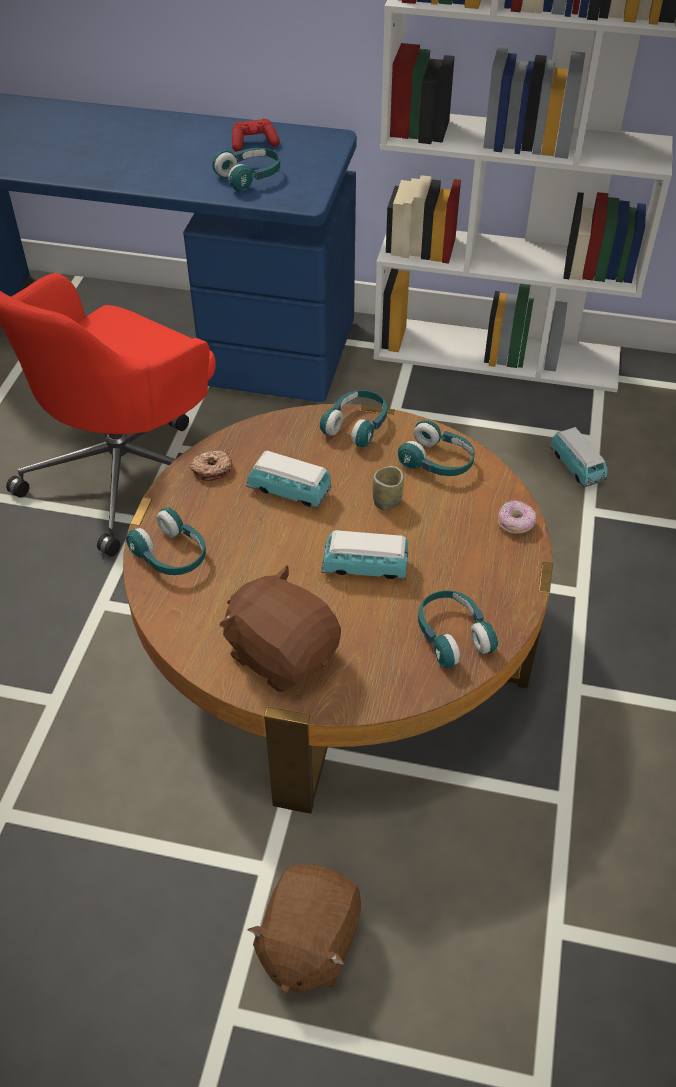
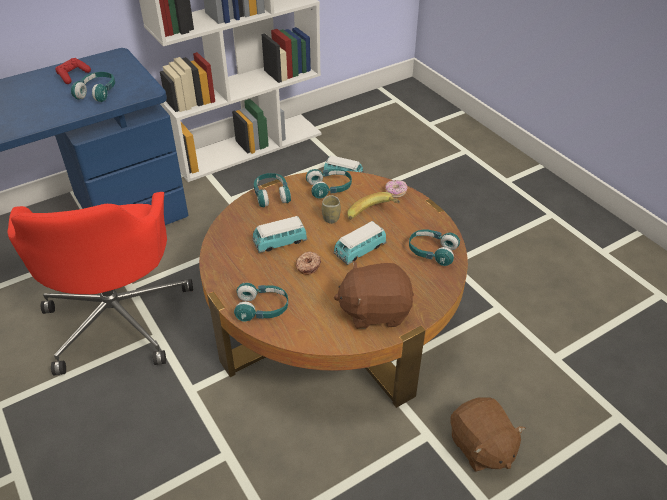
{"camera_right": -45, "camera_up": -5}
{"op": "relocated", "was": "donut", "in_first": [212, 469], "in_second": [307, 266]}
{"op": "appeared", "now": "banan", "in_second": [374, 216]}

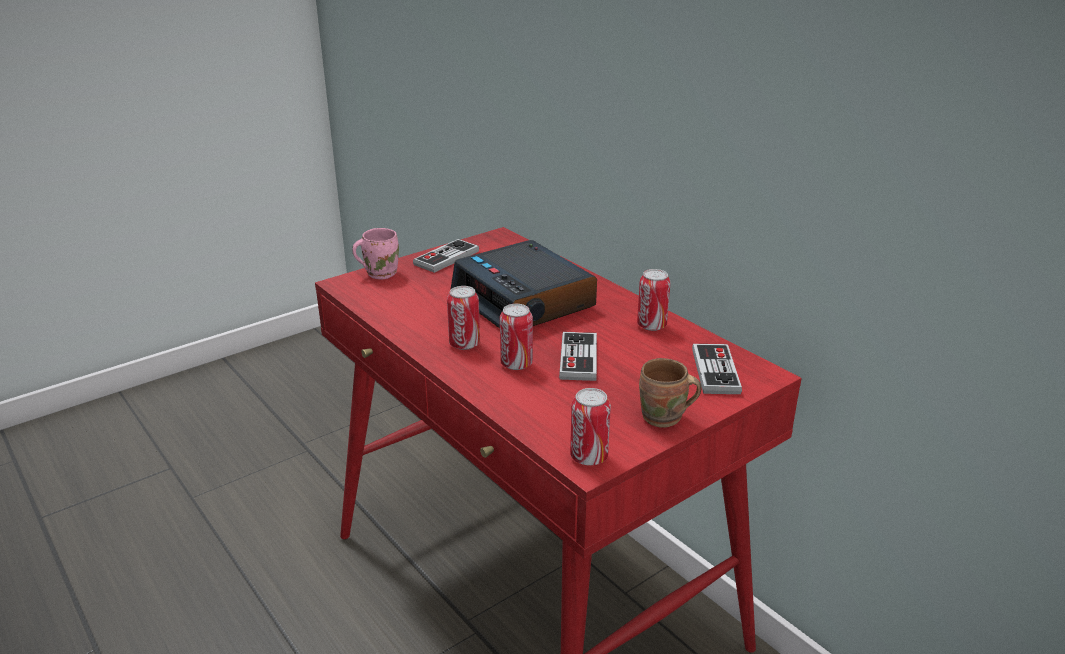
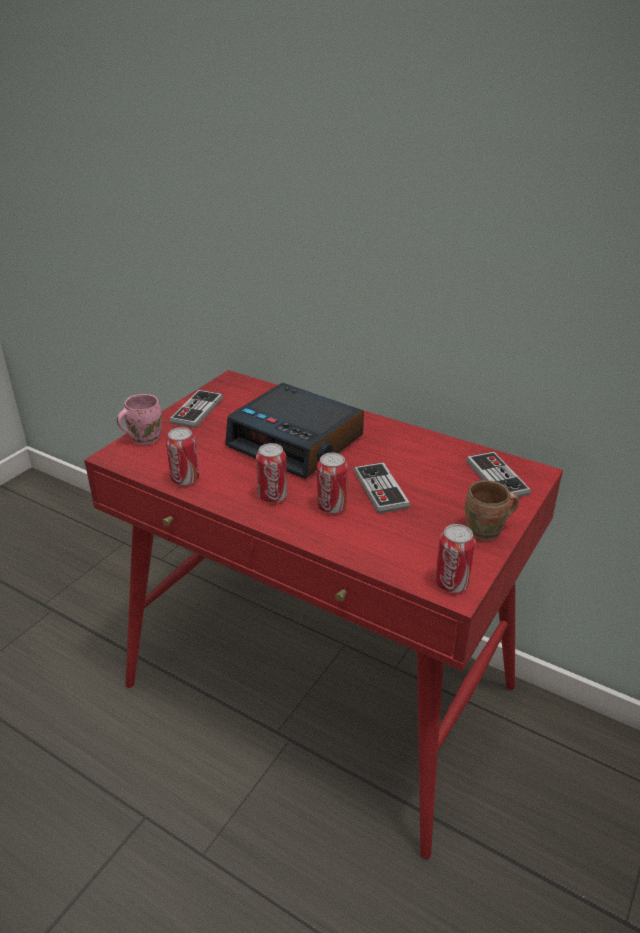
{"camera_right": -20, "camera_up": 5}
{"op": "relocated", "was": "puszka", "in_first": [651, 325], "in_second": [185, 479]}

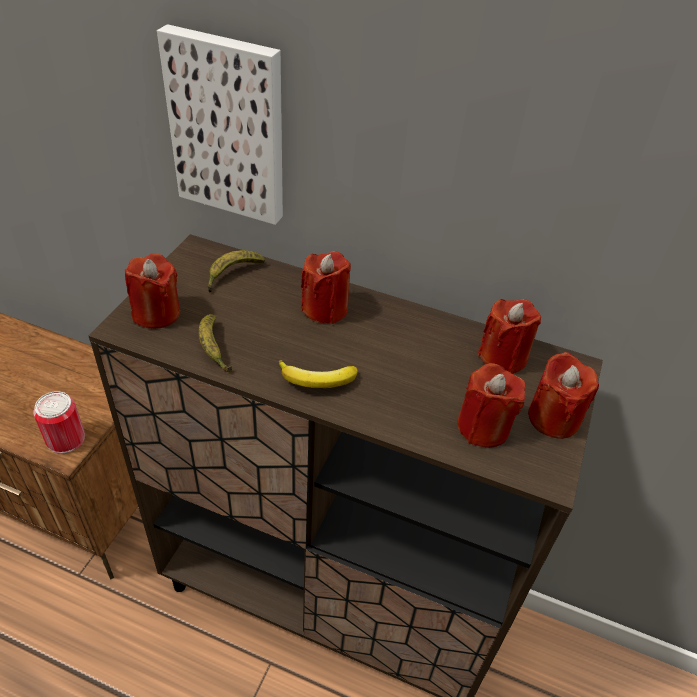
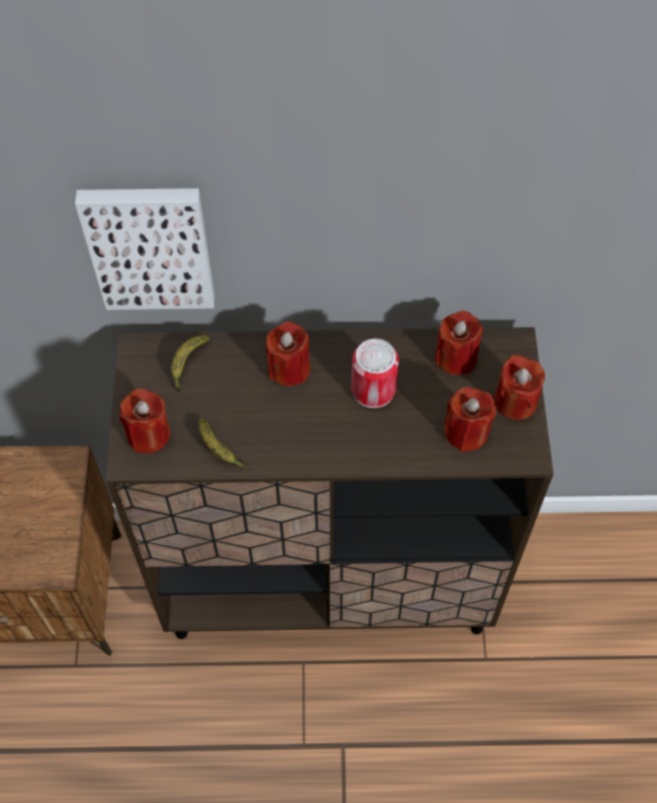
{"camera_right": -20, "camera_up": 15}
{"op": "missing", "was": "banan", "in_first": [317, 381]}
{"op": "relocated", "was": "puszka", "in_first": [65, 439], "in_second": [373, 389]}

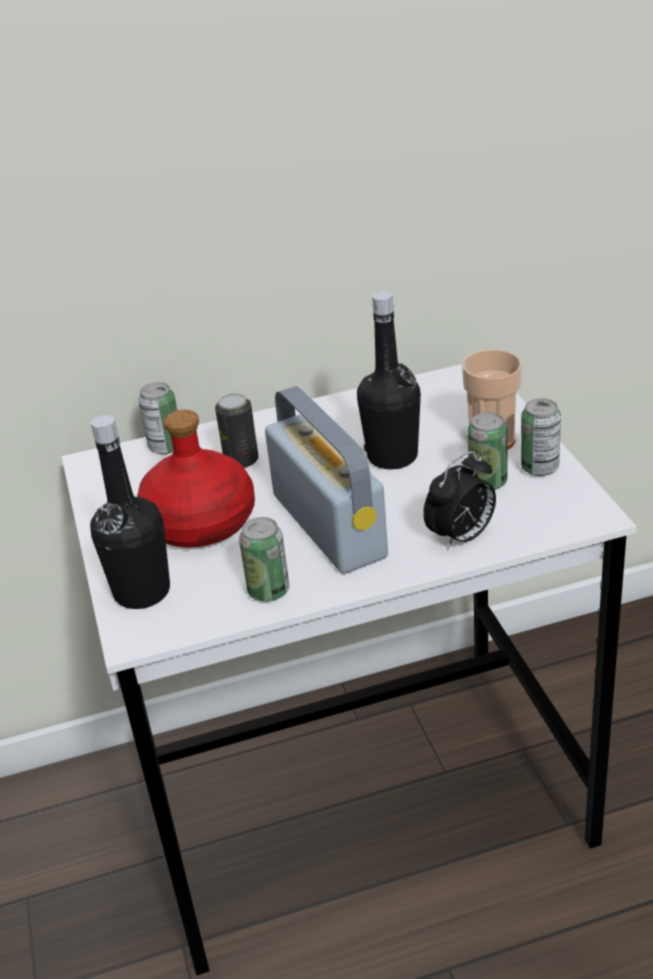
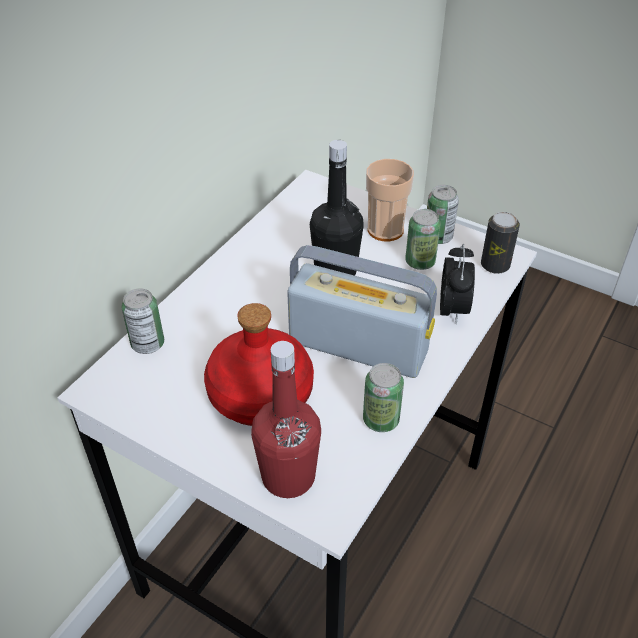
{"camera_right": -45, "camera_up": 10}
{"op": "relocated", "was": "puszka", "in_first": [241, 460], "in_second": [495, 265]}
{"op": "colour", "was": "butelka [czarny]", "now": "butelka [czerwony]", "in_first": [142, 592], "in_second": [288, 476]}

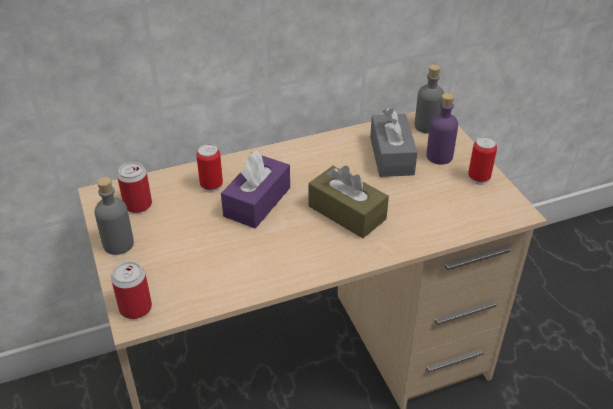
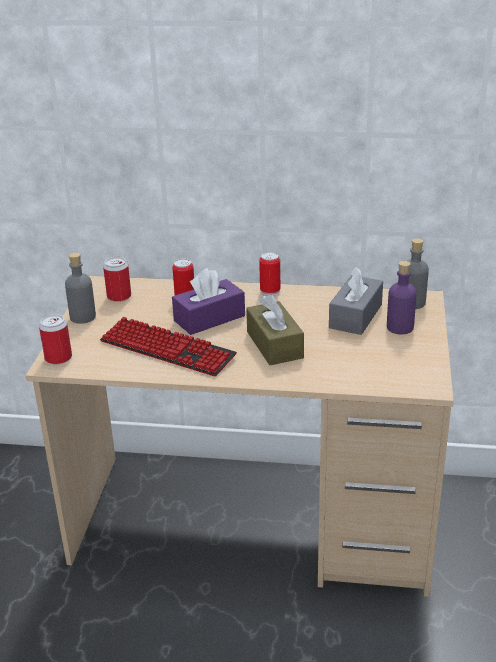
{"camera_right": 30, "camera_up": -10}
{"op": "relocated", "was": "puszka", "in_first": [479, 177], "in_second": [270, 291]}
{"op": "appeared", "now": "klawiatura", "in_second": [167, 349]}

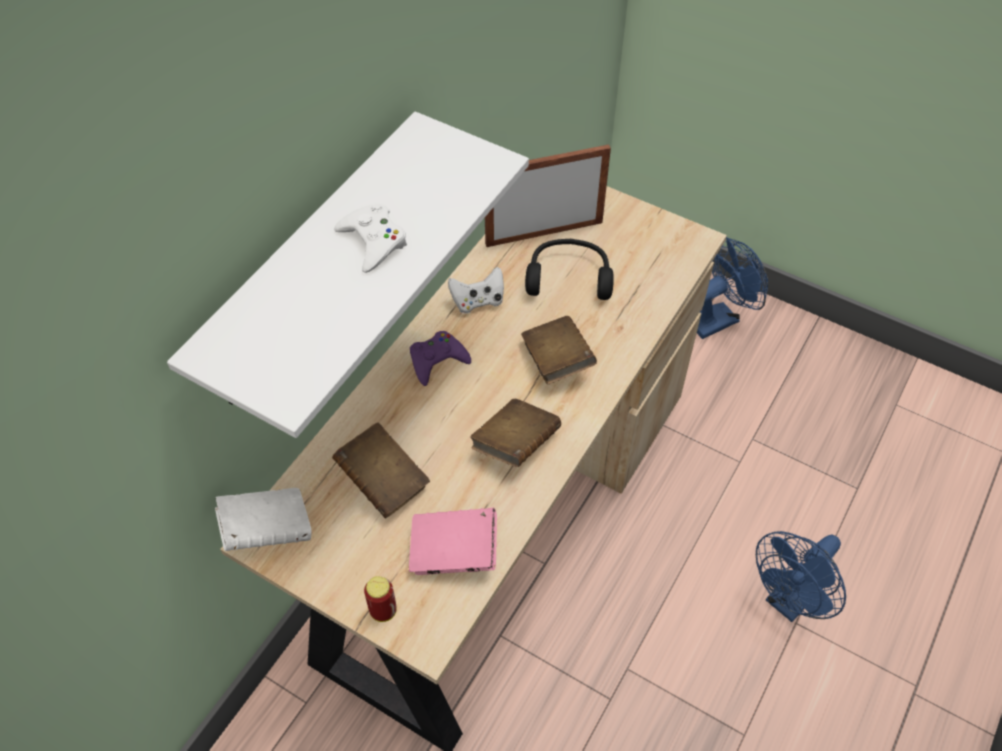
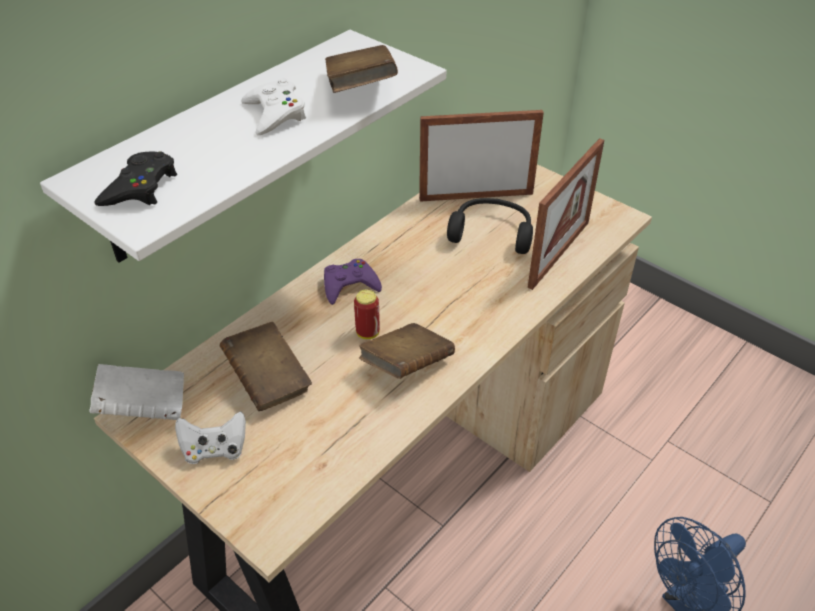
{"camera_right": 10, "camera_up": -10}
{"op": "missing", "was": "wentylator [niebieski]", "in_first": [718, 318]}
{"op": "relocated", "was": "pad do gier [biały]", "in_first": [478, 301], "in_second": [215, 449]}
{"op": "relocated", "was": "książka [brązowy]", "in_first": [557, 361], "in_second": [361, 90]}
{"op": "missing", "was": "książka [różowy]", "in_first": [454, 552]}
{"op": "relocated", "was": "puszka", "in_first": [383, 611], "in_second": [367, 333]}
{"op": "appeared", "now": "ramka na zdjęcie", "in_second": [559, 254]}
{"op": "appeared", "now": "pad do gier [czarny]", "in_second": [140, 187]}

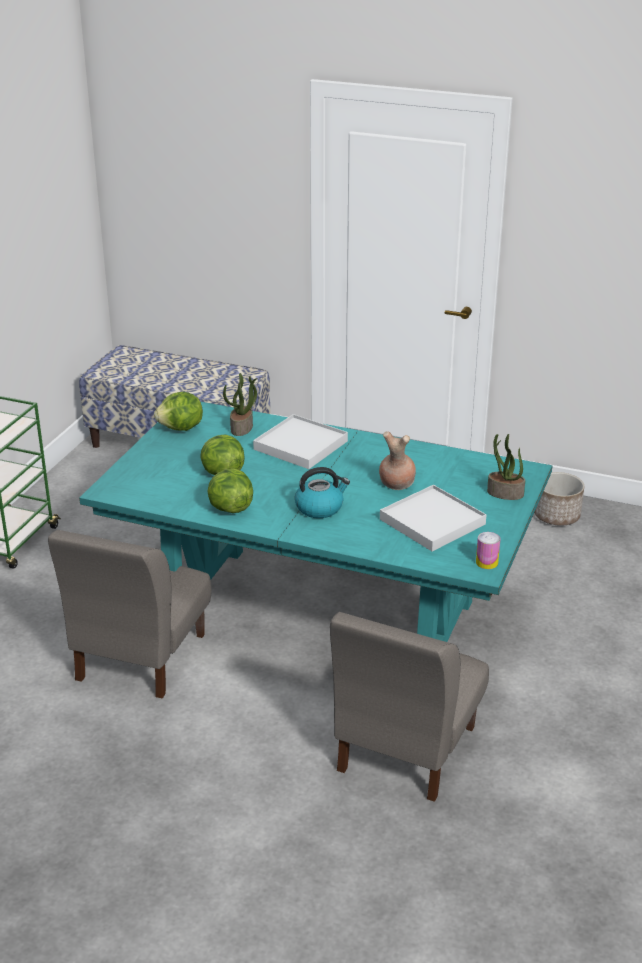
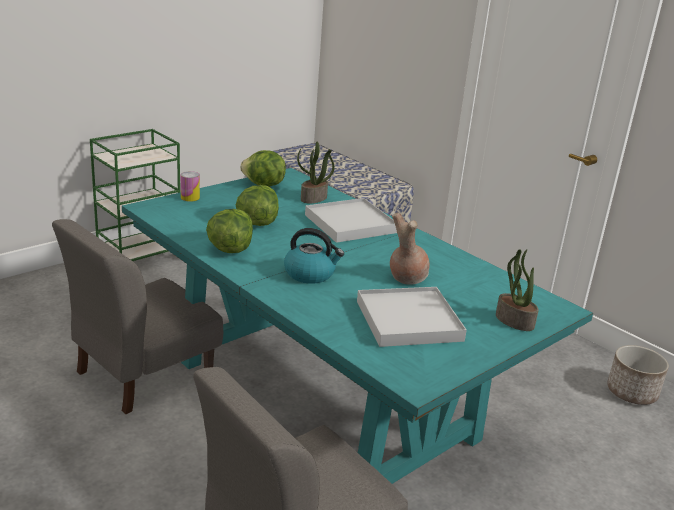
{"camera_right": 25, "camera_up": -5}
{"op": "relocated", "was": "puszka", "in_first": [487, 562], "in_second": [190, 197]}

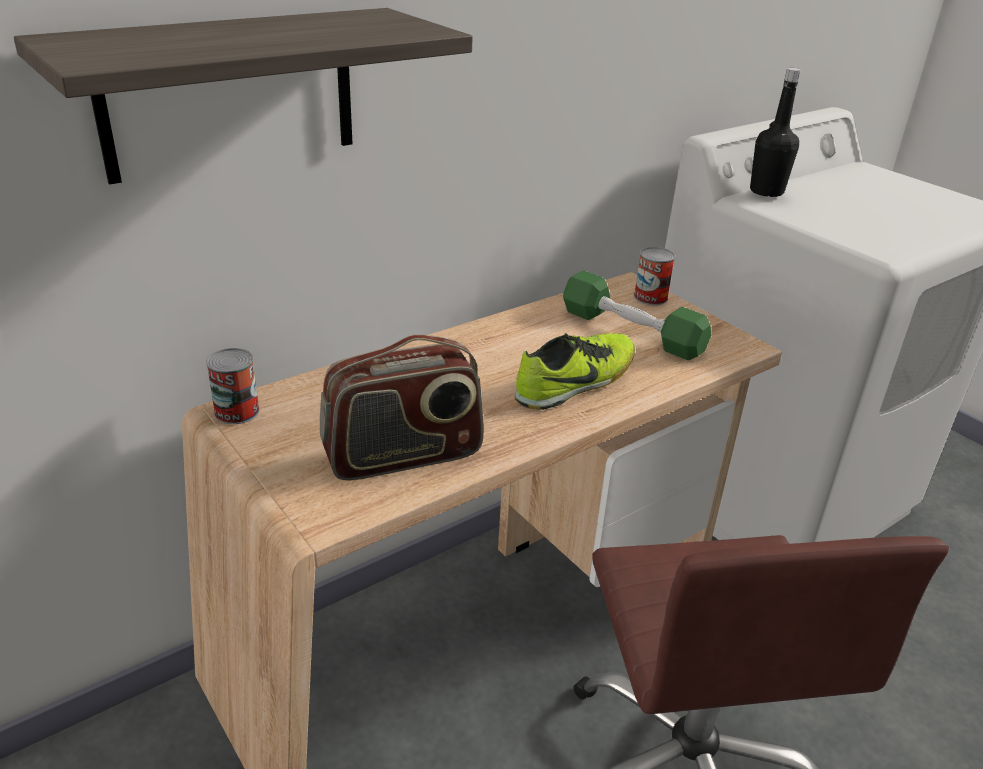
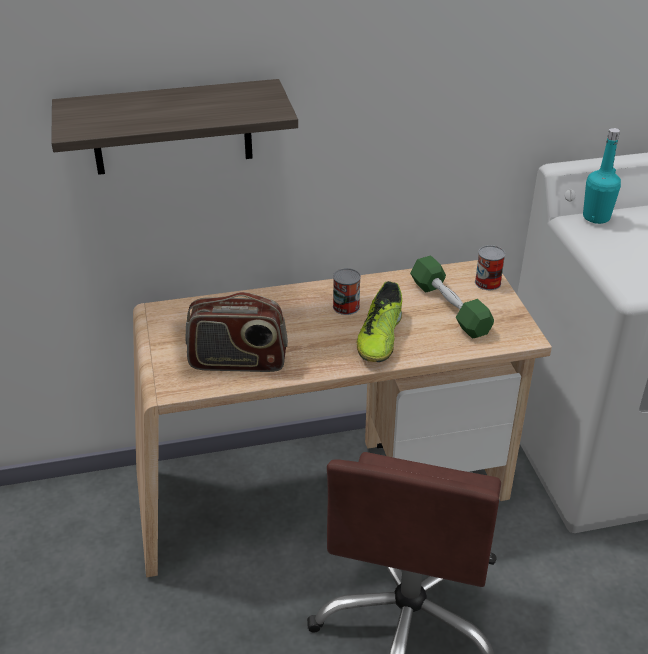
{"camera_right": 25, "camera_up": 5}
{"op": "colour", "was": "butelka [czarny]", "now": "butelka [turkusowy]", "in_first": [766, 191], "in_second": [596, 217]}
{"op": "spun", "was": "but", "in_first": [576, 382], "in_second": [380, 338], "clockwise": 120}
{"op": "relocated", "was": "puszka", "in_first": [237, 411], "in_second": [346, 307]}

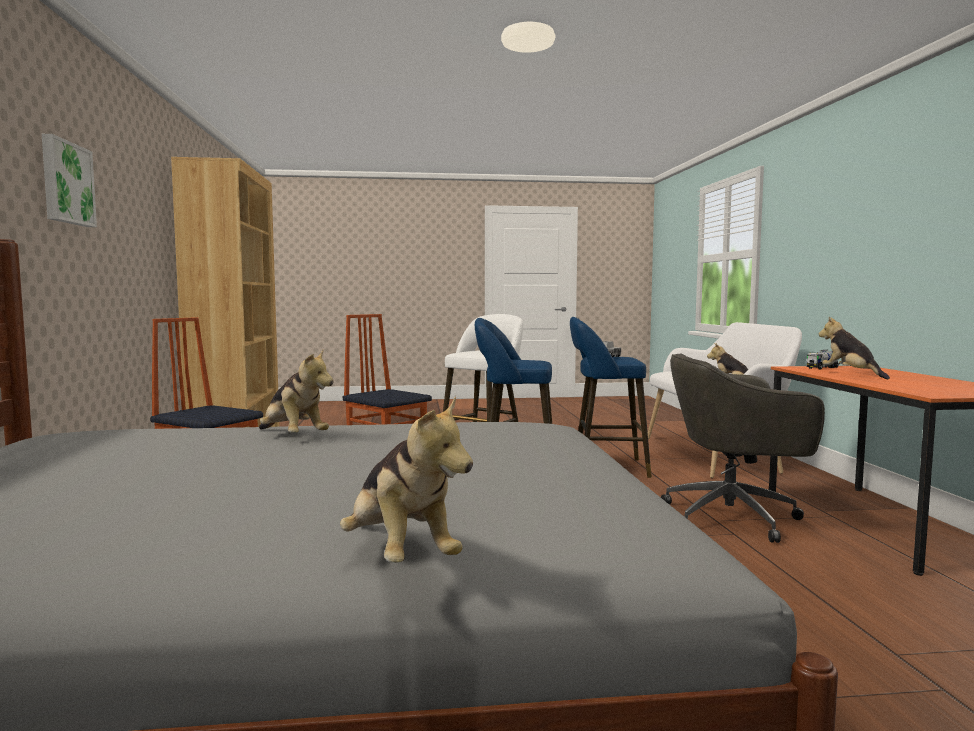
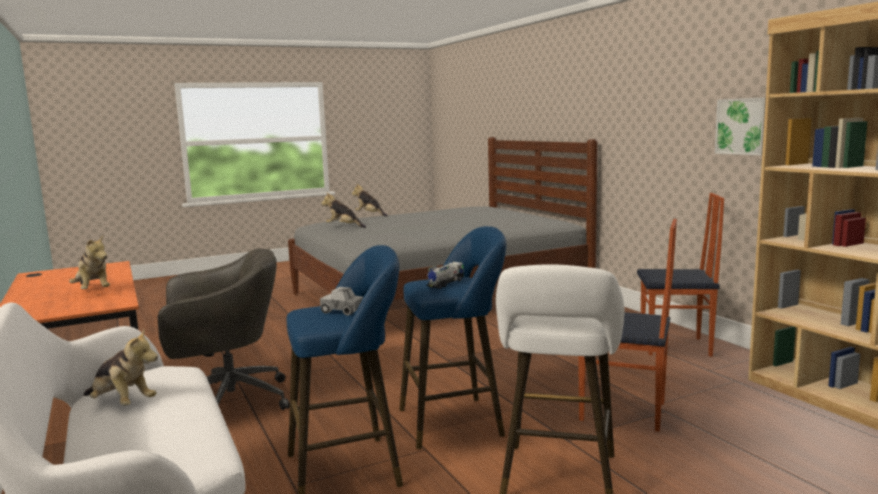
{"camera_right": 160, "camera_up": 5}
{"op": "relocated", "was": "obraz", "in_first": [65, 183], "in_second": [743, 126]}
{"op": "relocated", "was": "pluszak", "in_first": [293, 437], "in_second": [343, 227]}
{"op": "relocated", "was": "ciężarówka zabawkowa", "in_first": [823, 368], "in_second": [445, 284]}

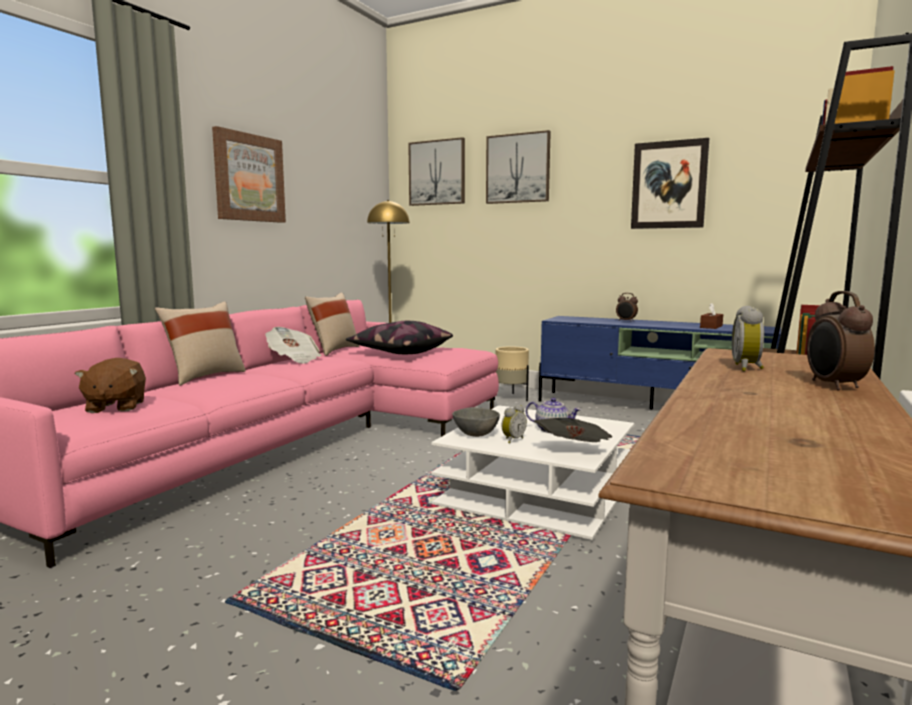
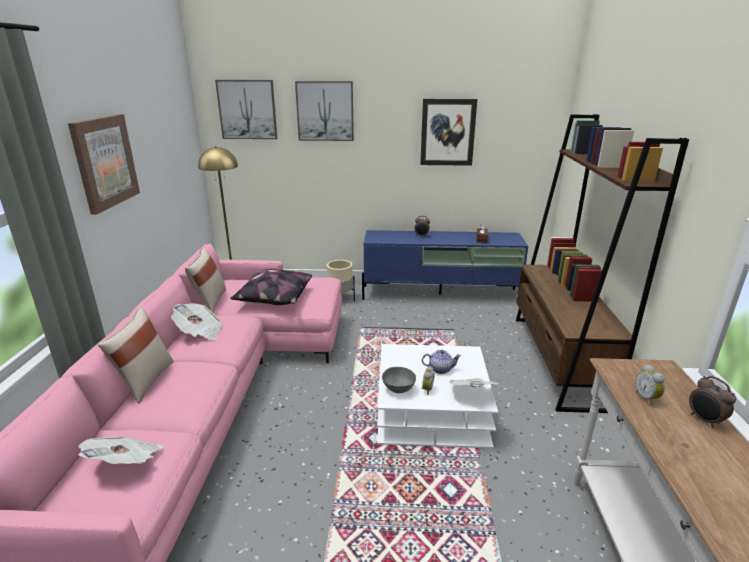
{"camera_right": -25, "camera_up": 15}
{"op": "exchanged", "was": "pluszak [brązowy]", "now": "gazeta", "in_first": [115, 407], "in_second": [126, 463]}

